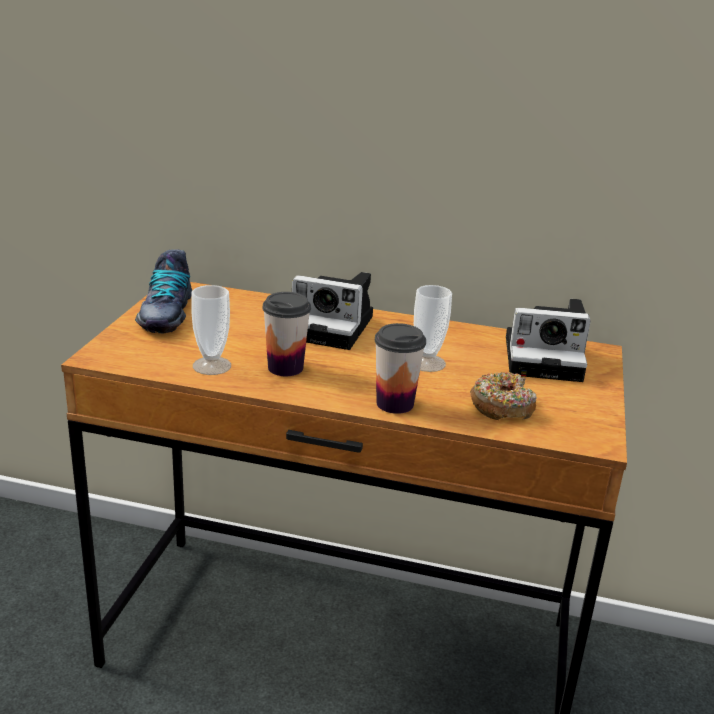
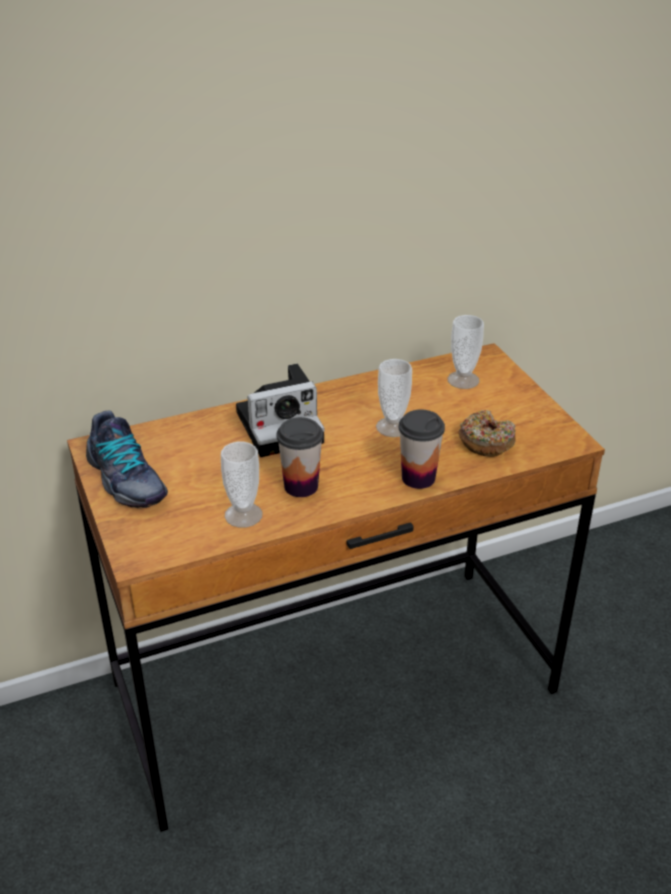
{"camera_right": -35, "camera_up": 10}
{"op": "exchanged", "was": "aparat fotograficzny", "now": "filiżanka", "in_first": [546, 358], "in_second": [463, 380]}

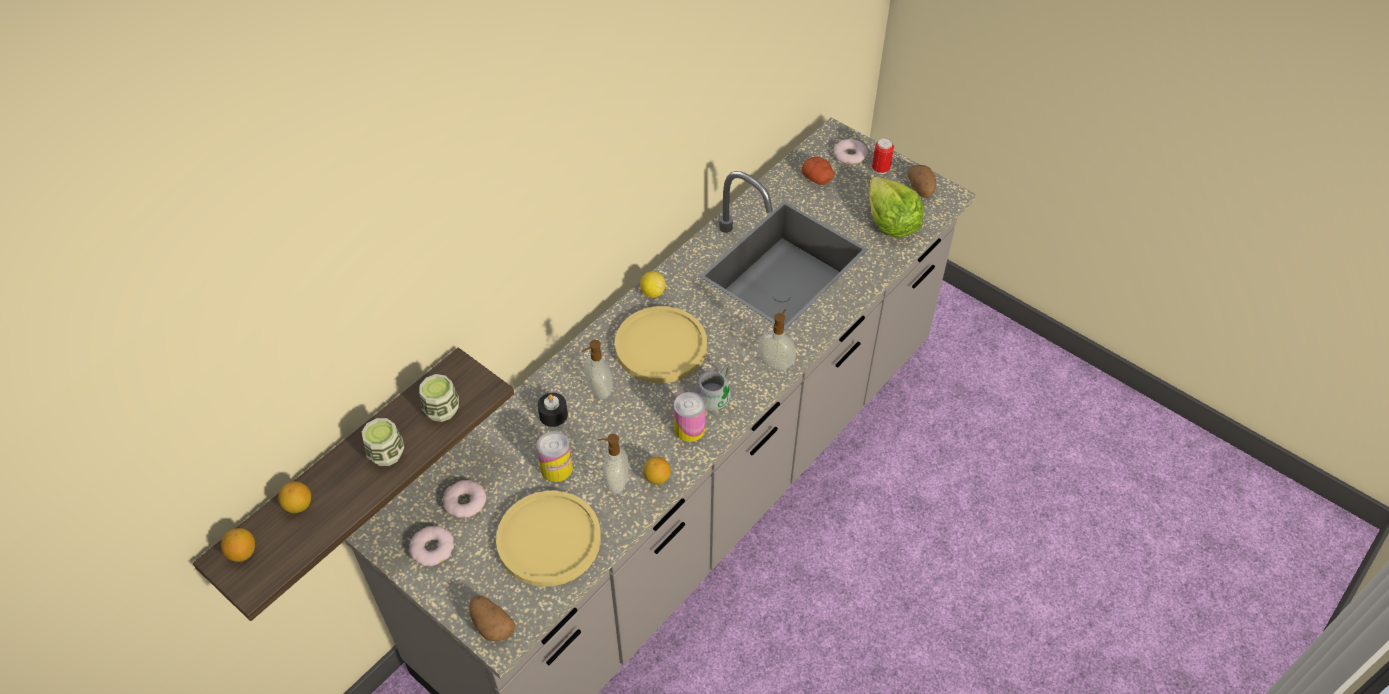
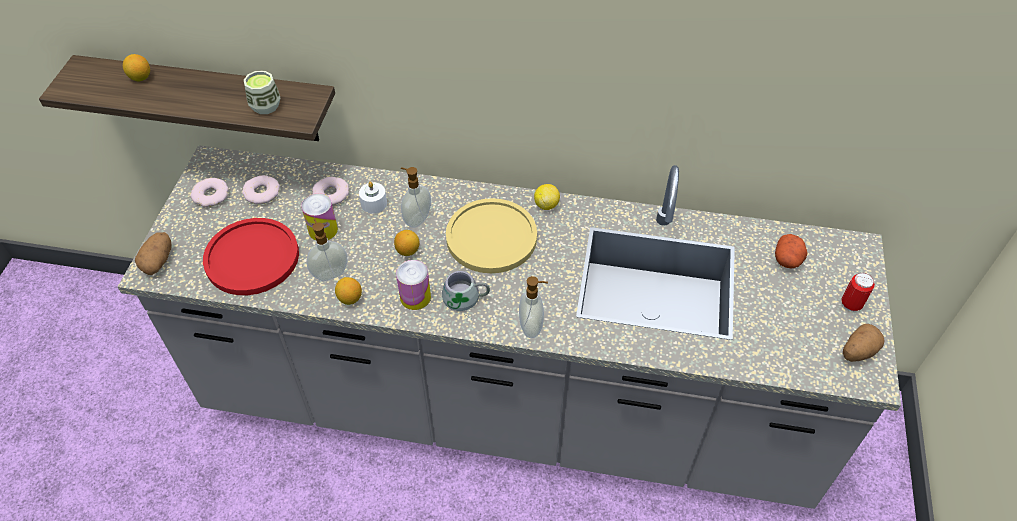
{"camera_right": 60, "camera_up": 0}
{"op": "relocated", "was": "donut", "in_first": [850, 155], "in_second": [331, 194]}
{"op": "missing", "was": "sałata", "in_first": [890, 222]}
{"op": "colour", "was": "świeca [czarny]", "now": "świeca [biały]", "in_first": [553, 415], "in_second": [374, 203]}
{"op": "missing", "was": "filiżanka", "in_first": [386, 454]}
{"op": "colour", "was": "talerz [żółty]", "now": "talerz [czerwony]", "in_first": [549, 539], "in_second": [252, 258]}
{"op": "relocated", "was": "cytryna", "in_first": [242, 552], "in_second": [408, 250]}

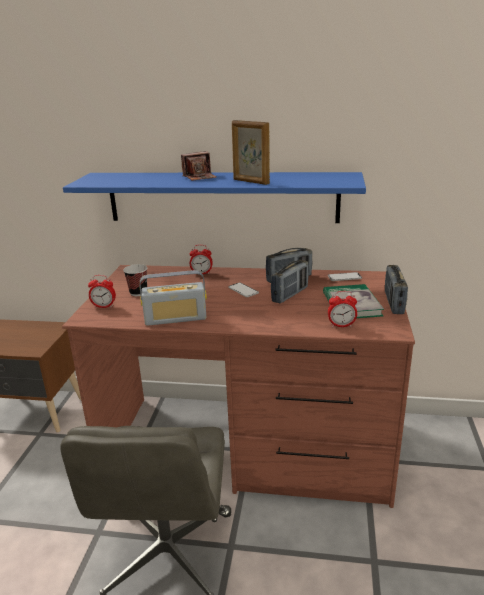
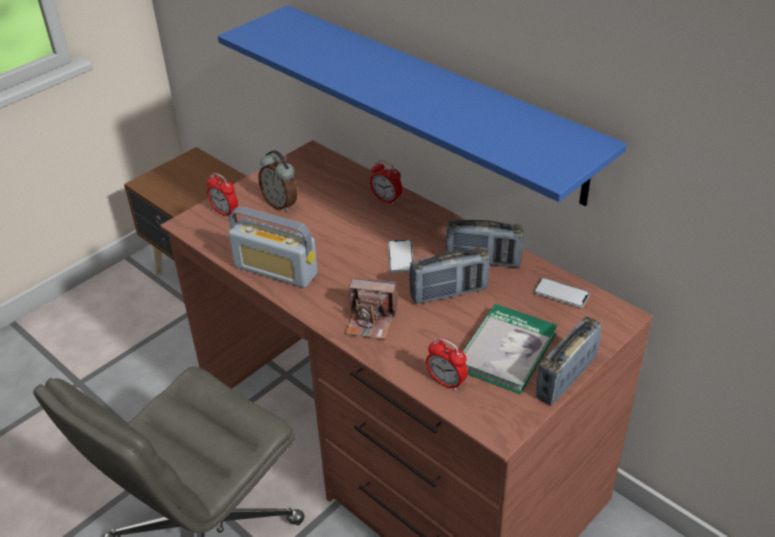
{"camera_right": 35, "camera_up": 15}
{"op": "missing", "was": "ramka na zdjęcie", "in_first": [250, 182]}
{"op": "relocated", "was": "aparat fotograficzny", "in_first": [199, 177], "in_second": [371, 321]}
{"op": "exchanged", "was": "filiżanka", "now": "budzik", "in_first": [138, 293], "in_second": [281, 204]}

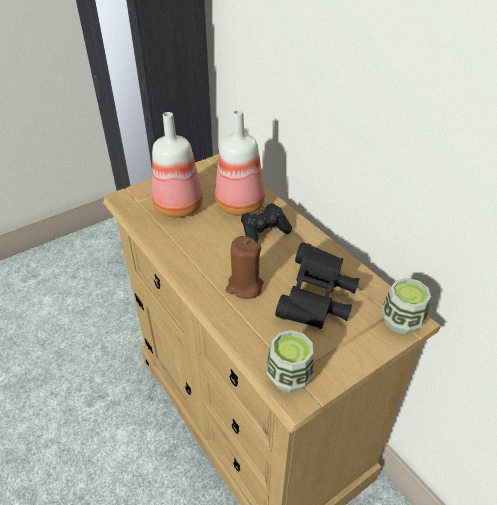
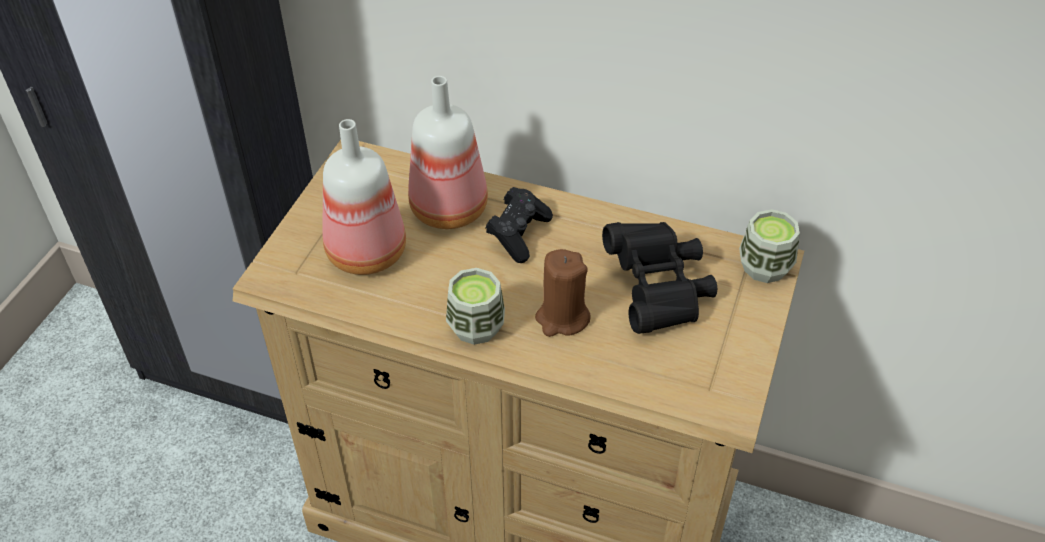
{"camera_right": -35, "camera_up": 5}
{"op": "relocated", "was": "filiżanka", "in_first": [289, 376], "in_second": [476, 326]}

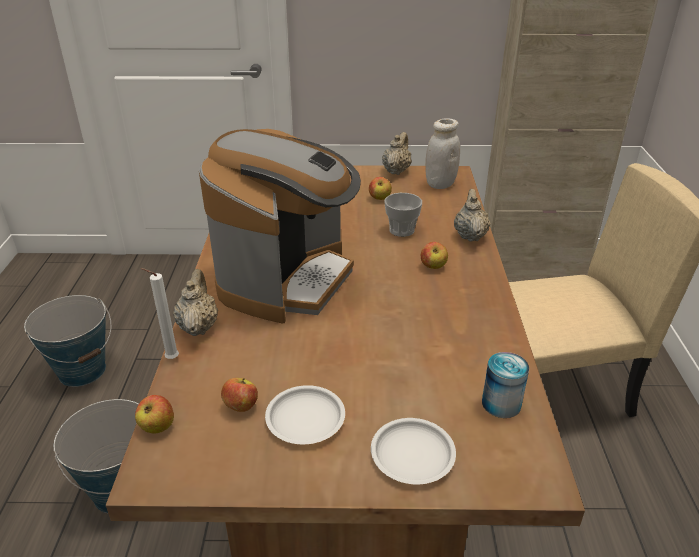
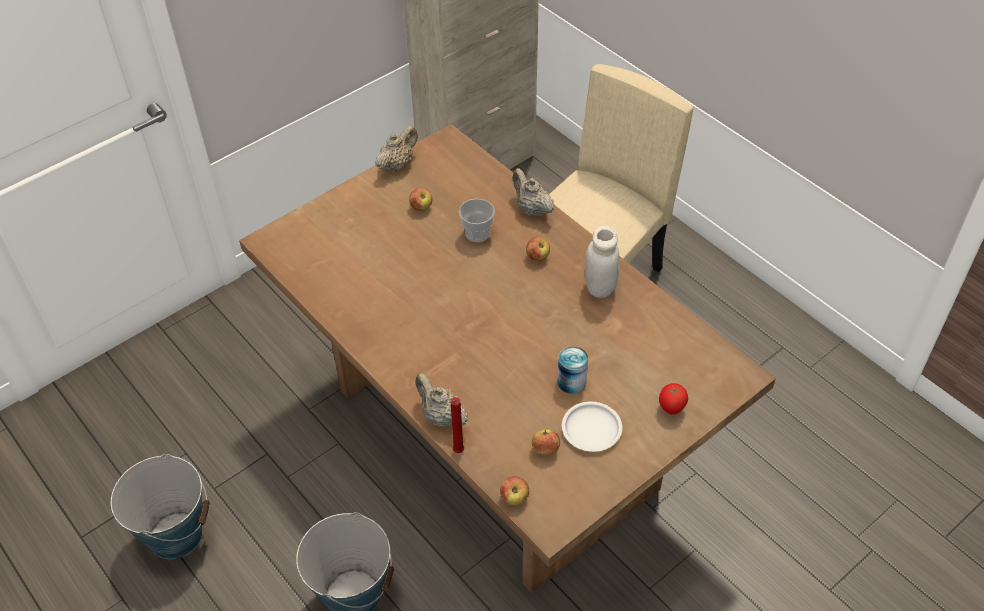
{"camera_right": -40, "camera_up": 15}
{"op": "relocated", "was": "słoik [biały]", "in_first": [440, 184], "in_second": [600, 287]}
{"op": "missing", "was": "ekspres do kawy", "in_first": [287, 279]}
{"op": "spun", "was": "imbryk [beżowy]", "in_first": [396, 171], "in_second": [397, 164], "clockwise": 60}
{"op": "colour", "was": "świeca [biały]", "now": "świeca [czerwony]", "in_first": [170, 359], "in_second": [457, 452]}
{"op": "relocated", "was": "puszka", "in_first": [501, 403], "in_second": [571, 381]}
{"op": "exchanged", "was": "talerz [biały]", "now": "pomidor", "in_first": [412, 455], "in_second": [671, 408]}

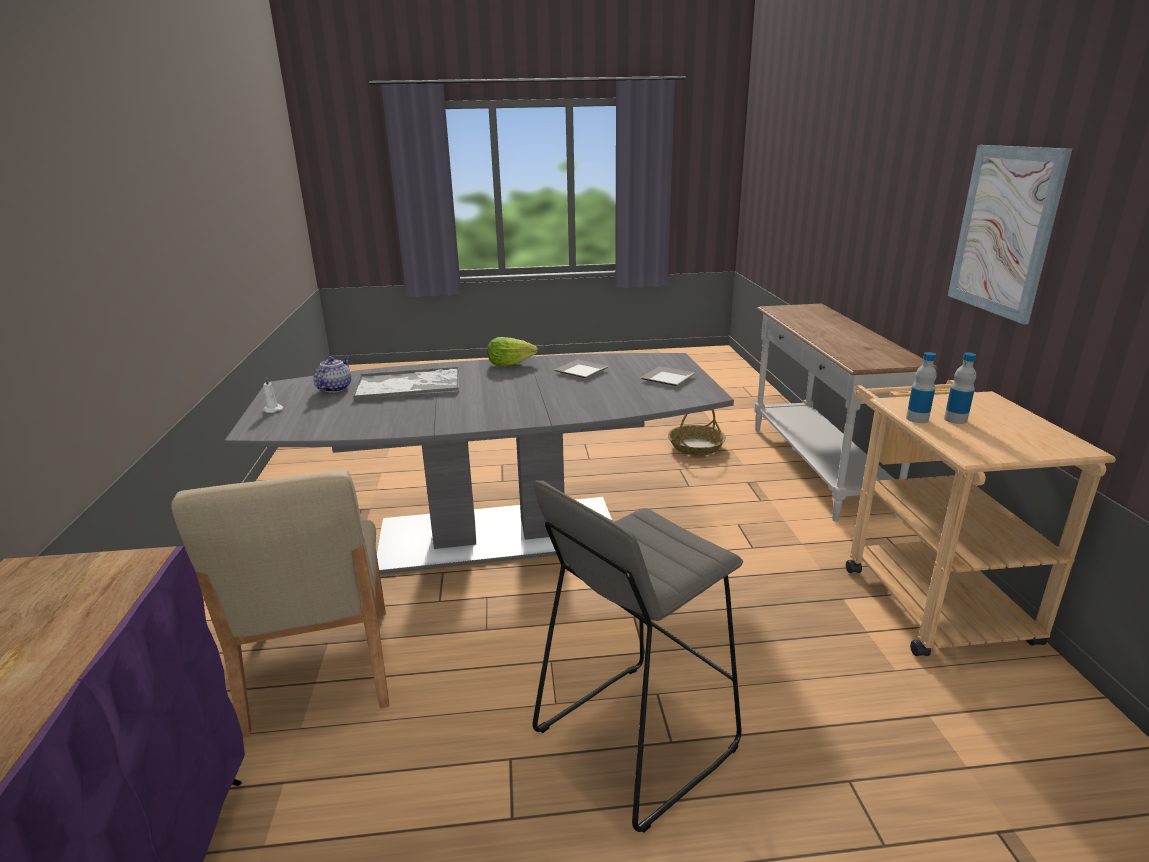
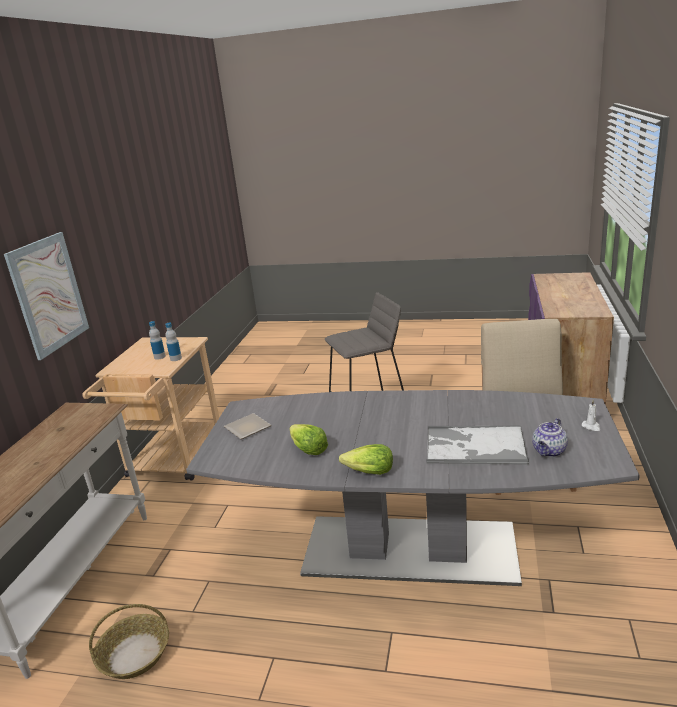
{"camera_right": -160, "camera_up": 0}
{"op": "exchanged", "was": "talerz", "now": "sałata", "in_first": [581, 371], "in_second": [308, 449]}

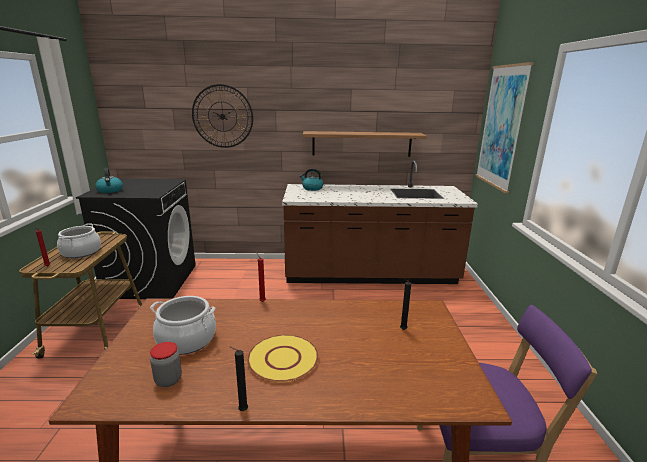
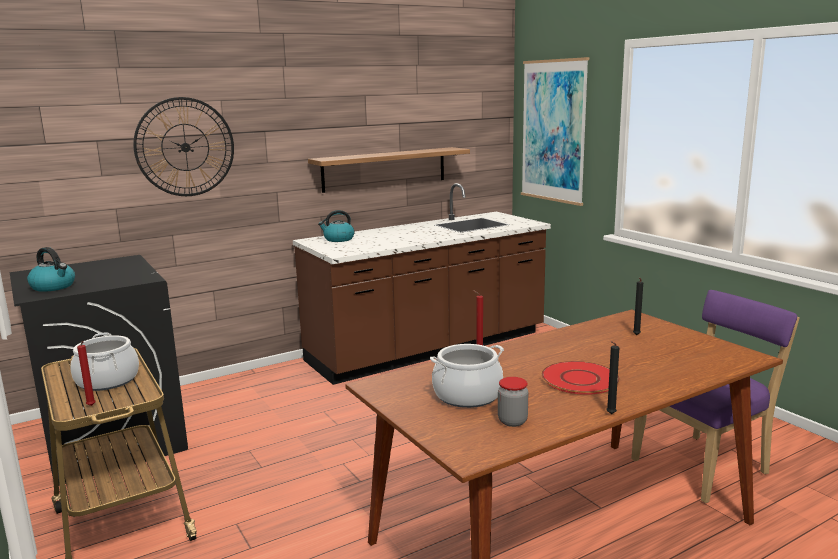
{"camera_right": -30, "camera_up": -5}
{"op": "colour", "was": "talerz [żółty]", "now": "talerz [czerwony]", "in_first": [282, 358], "in_second": [579, 379]}

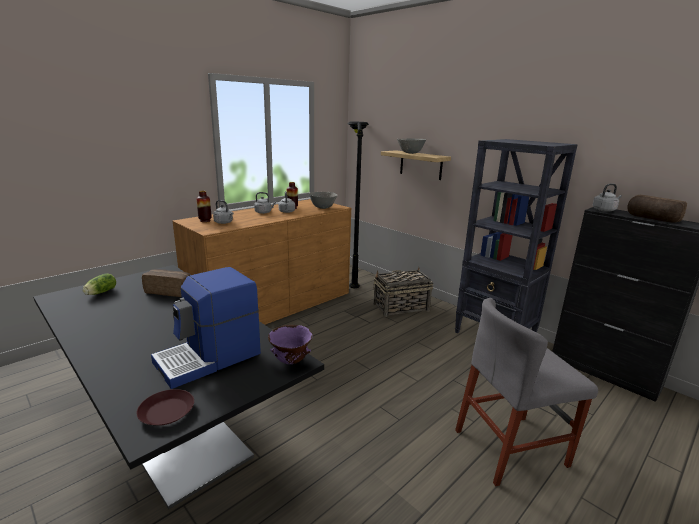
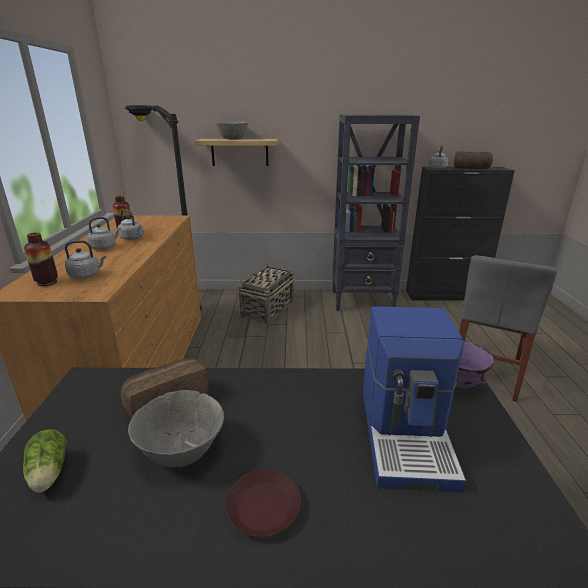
{"camera_right": -45, "camera_up": 5}
{"op": "relocated", "was": "miska [szary]", "in_first": [322, 207], "in_second": [181, 451]}
{"op": "relocated", "was": "talerz [brązowy]", "in_first": [167, 411], "in_second": [263, 506]}

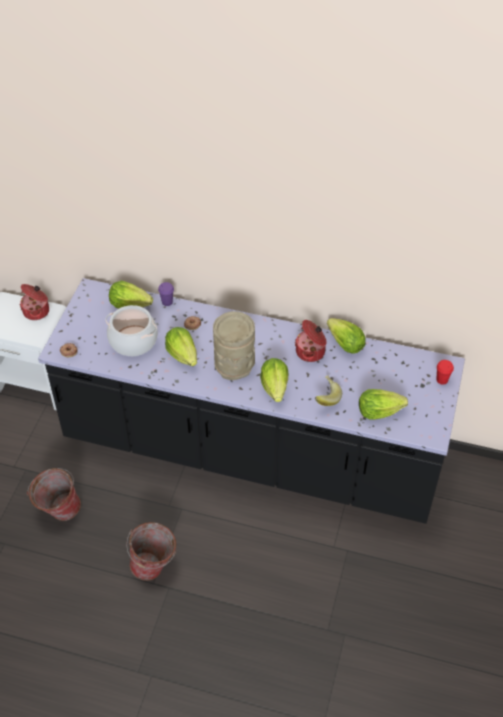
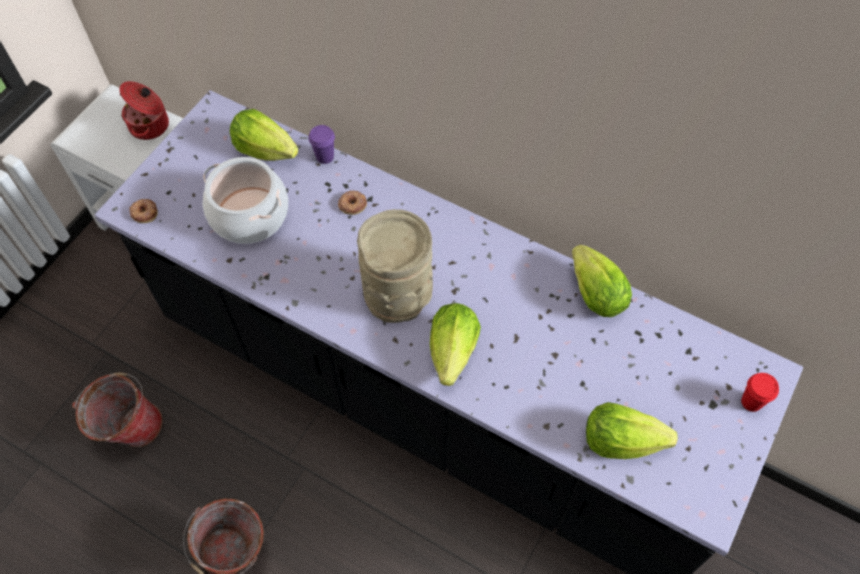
{"camera_right": 15, "camera_up": 10}
{"op": "missing", "was": "garnek", "in_first": [311, 352]}
{"op": "missing", "was": "sałata", "in_first": [183, 355]}
{"op": "missing", "was": "banan", "in_first": [325, 397]}

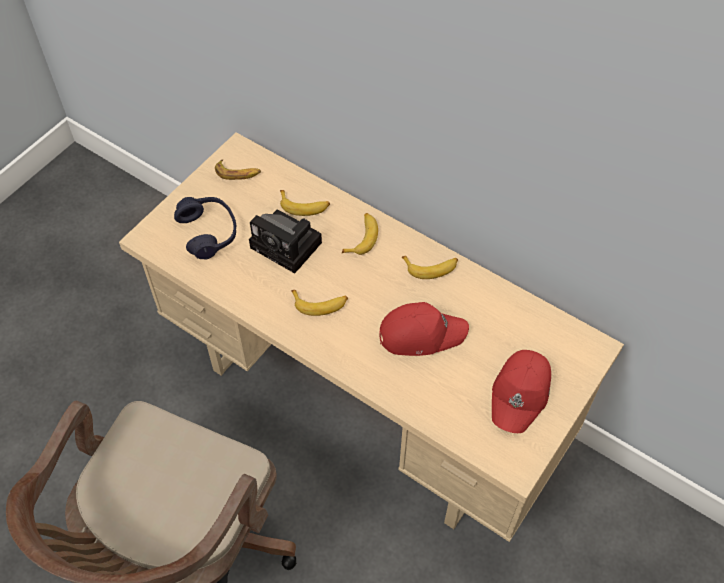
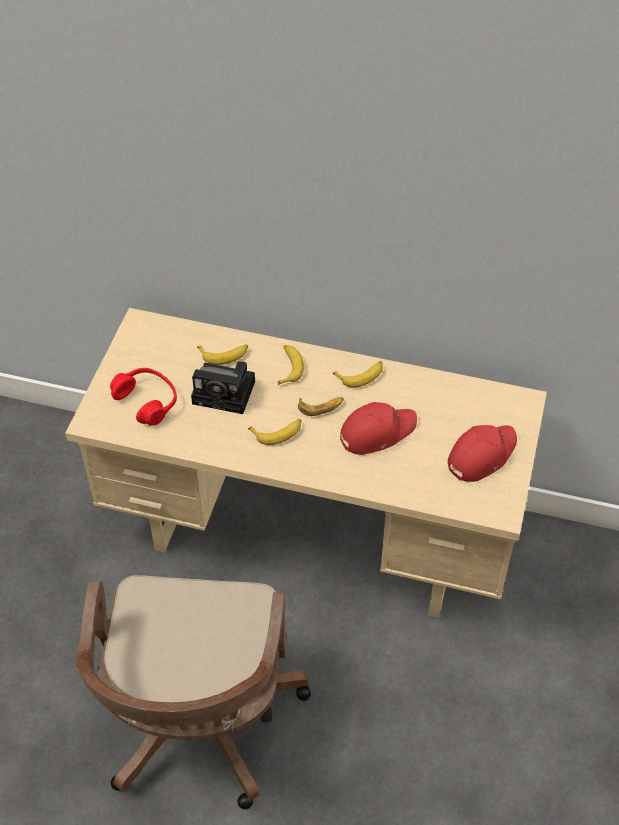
{"camera_right": -20, "camera_up": -5}
{"op": "relocated", "was": "banan", "in_first": [238, 173], "in_second": [321, 407]}
{"op": "colour", "was": "słuchawki [niebieski]", "now": "słuchawki [czerwony]", "in_first": [209, 232], "in_second": [147, 401]}
{"op": "spun", "was": "czapka z daszkiem [czerwony]", "in_first": [520, 394], "in_second": [480, 455], "clockwise": -135}

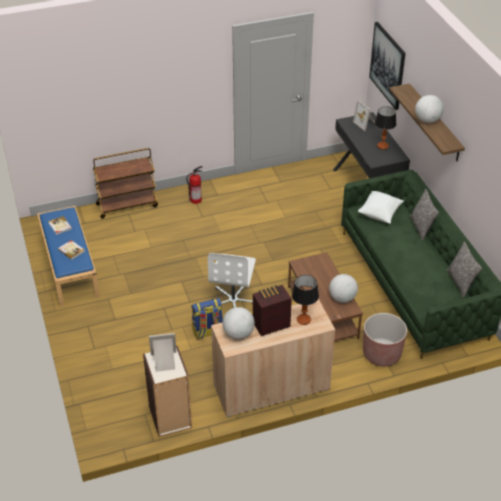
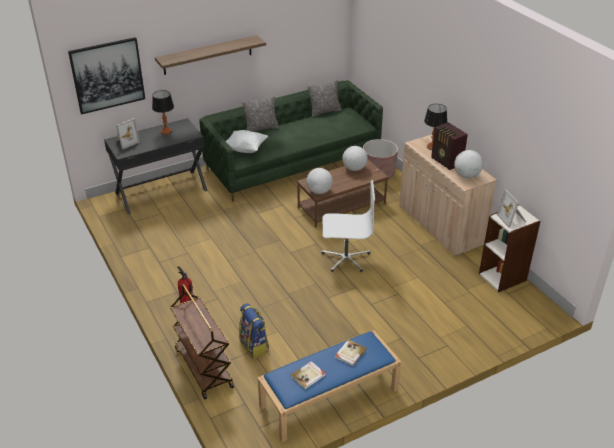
{"camera_right": -100, "camera_up": -5}
{"op": "relocated", "was": "globus", "in_first": [427, 120], "in_second": [319, 191]}
{"op": "relocated", "was": "plecak", "in_first": [207, 332], "in_second": [254, 346]}

